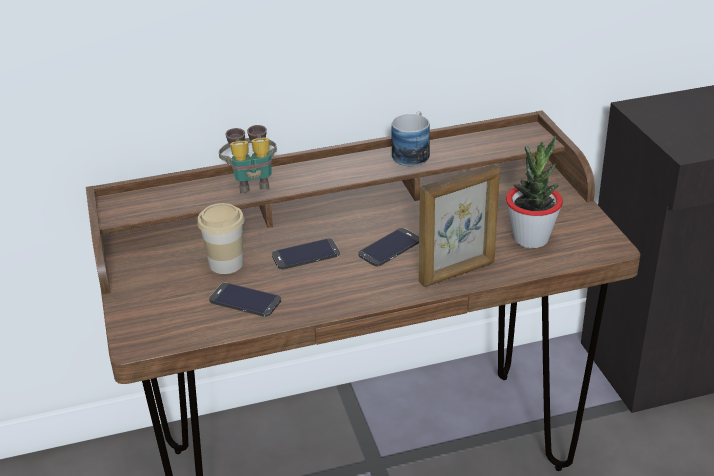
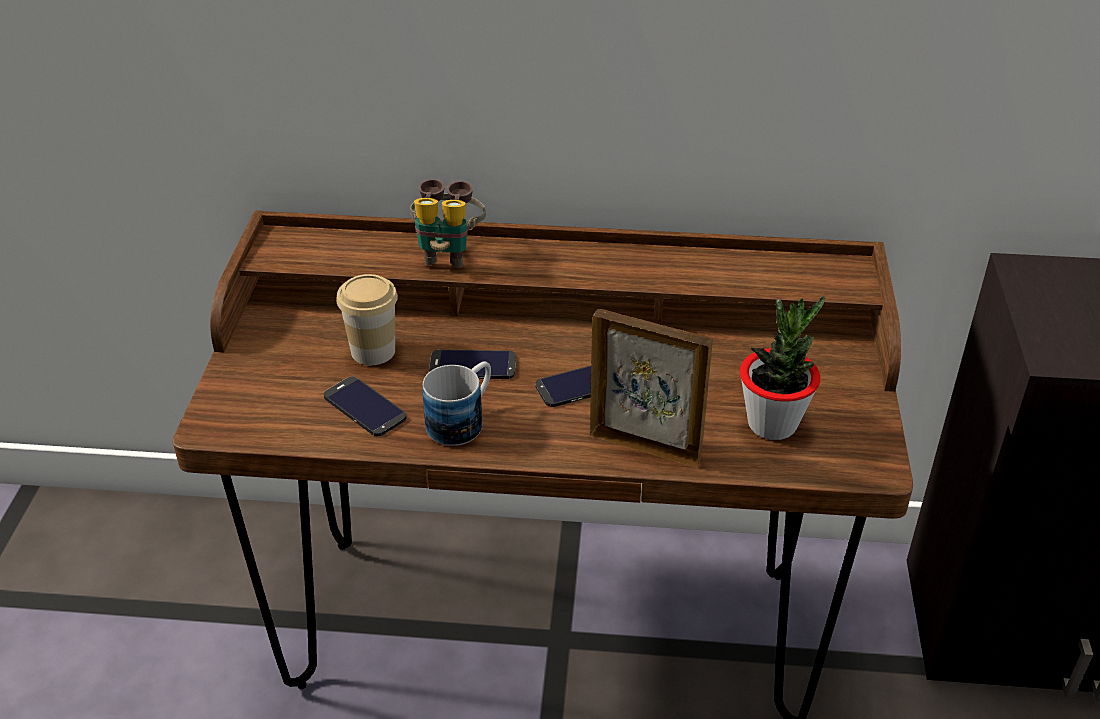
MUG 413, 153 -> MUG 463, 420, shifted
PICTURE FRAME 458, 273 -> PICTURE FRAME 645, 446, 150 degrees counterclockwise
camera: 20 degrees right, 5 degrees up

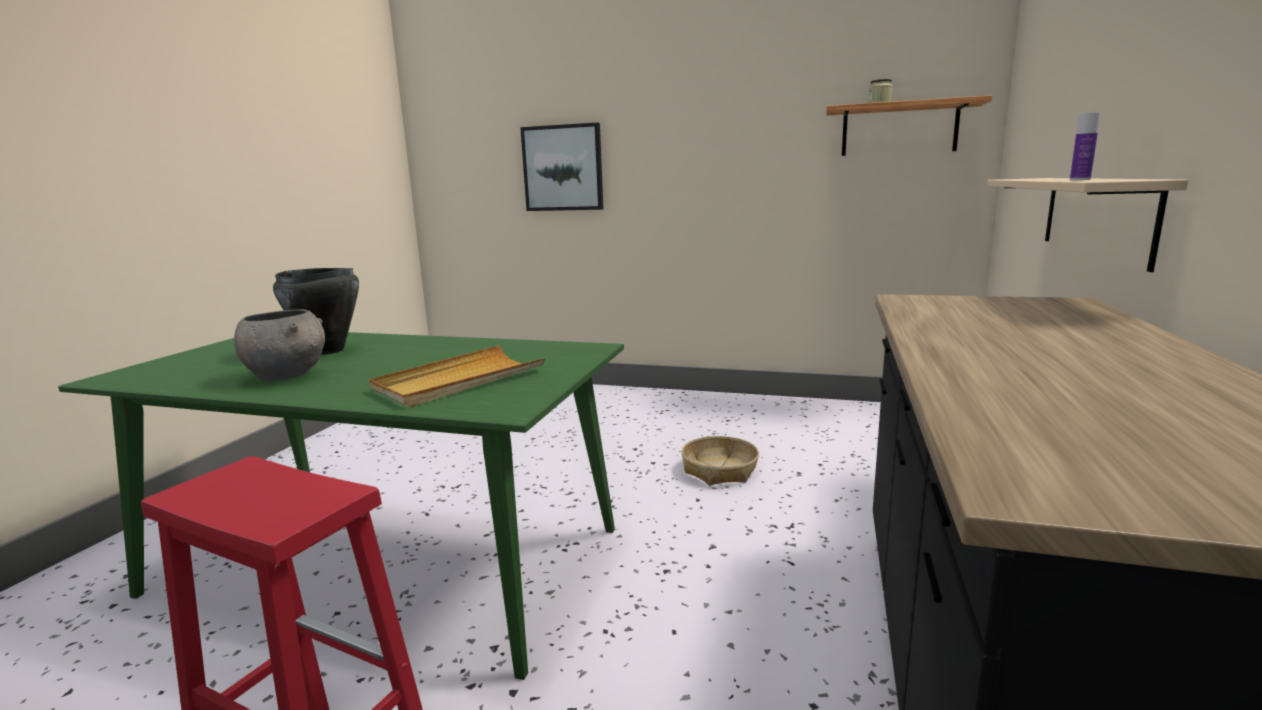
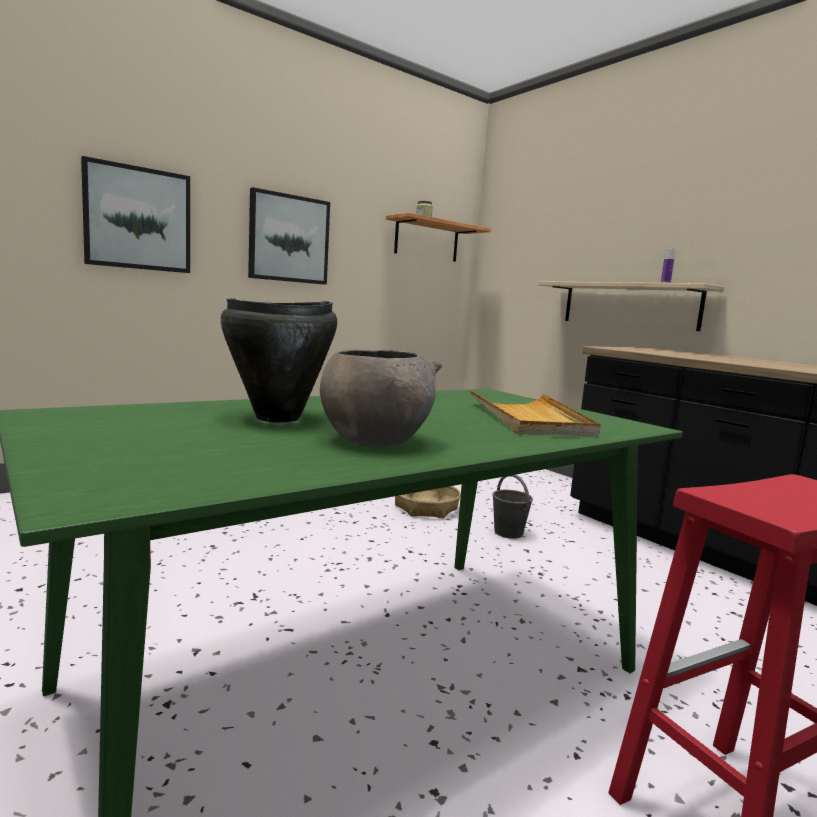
none -> PICTURE 288, 239
none -> GREY BUCKET 508, 532
camera: 55 degrees left, 5 degrees down

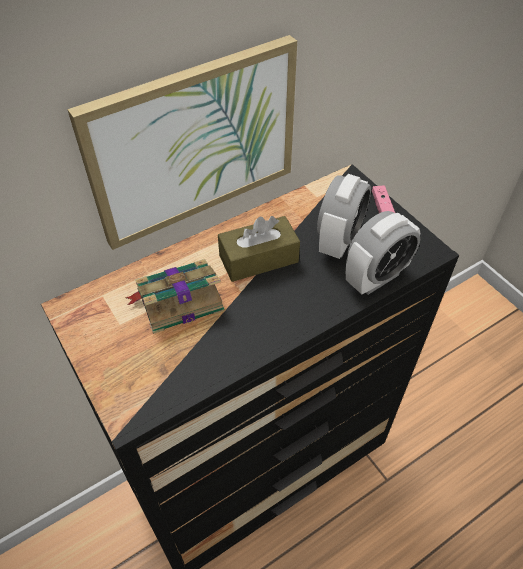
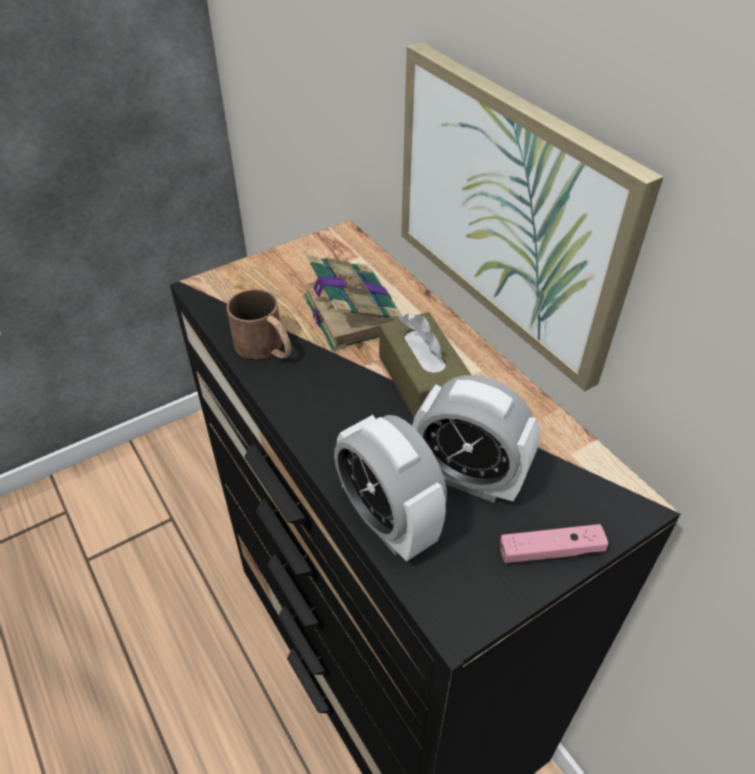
none -> BROWN MUG 266, 348
camera: 90 degrees right, 5 degrees down

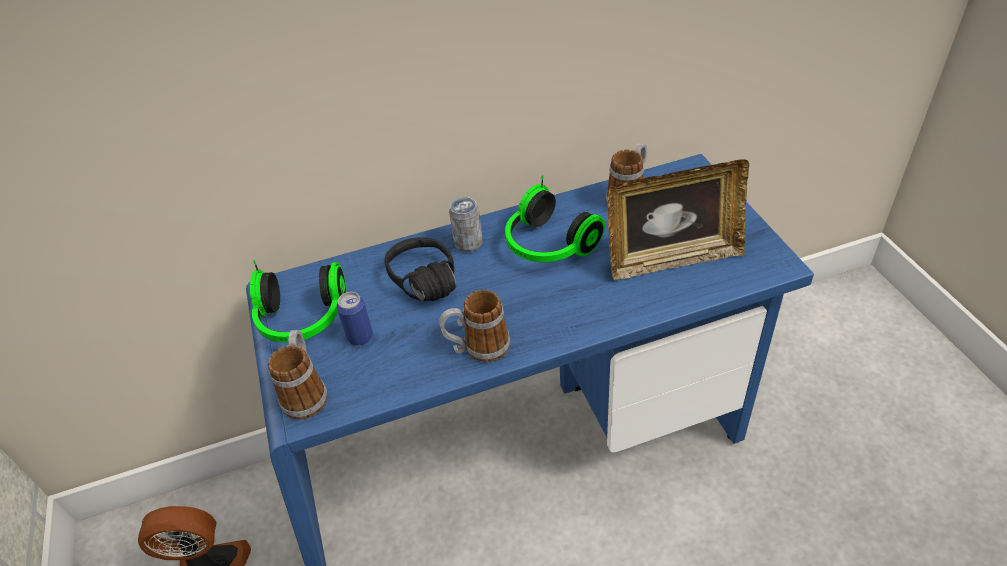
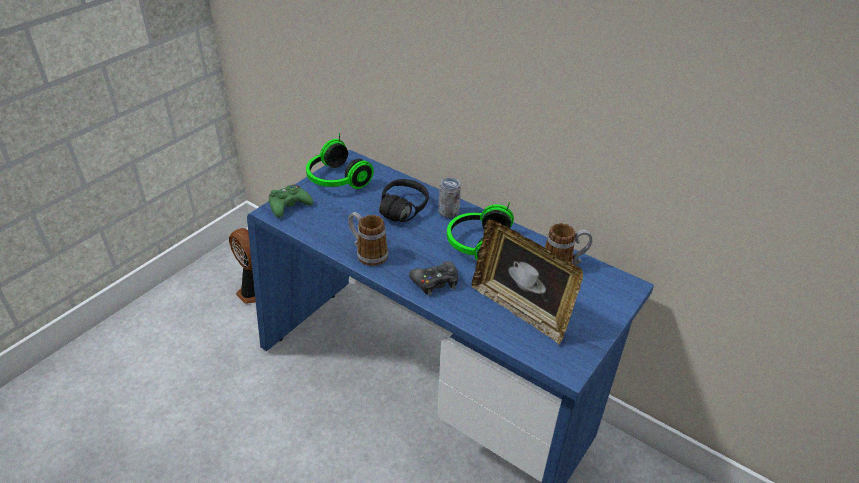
MUG 306, 392 -> GREEN GAME CONTROLLER 289, 205
CAN 360, 337 -> none
none -> BLACK GAME CONTROLLER 435, 282
camera: 50 degrees right, 5 degrees down

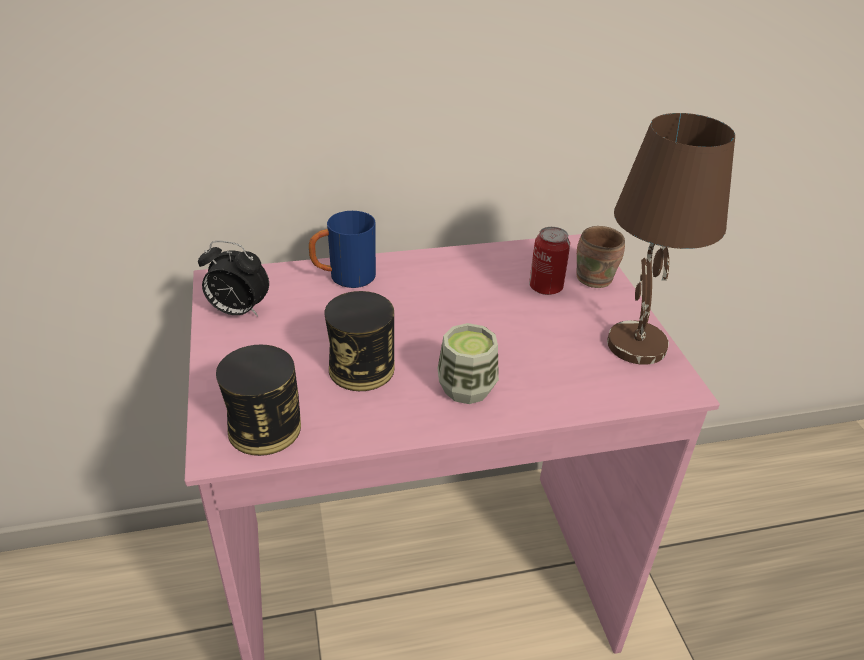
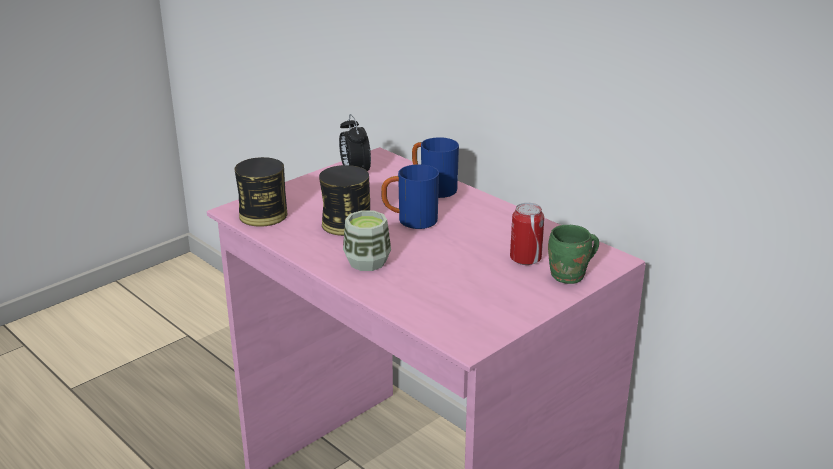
BROWN MUG 596, 278 -> GREEN MUG 570, 276
BROWN TABLE LAMP 635, 344 -> none
none -> BLUE MUG 410, 221
camera: 60 degrees right, 10 degrees down

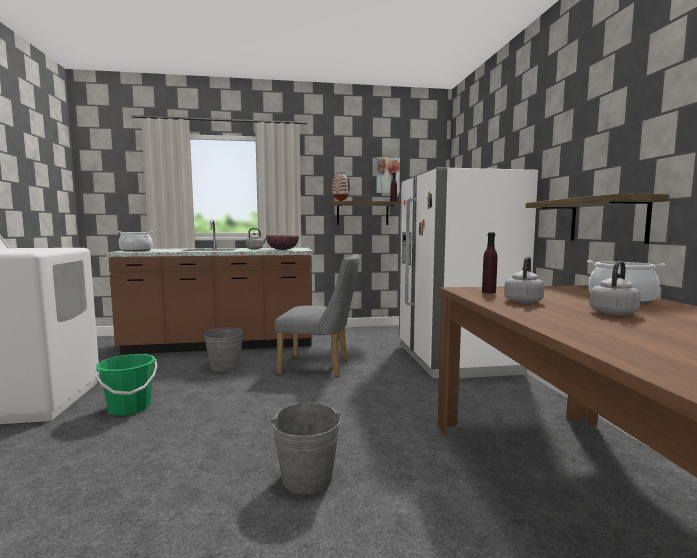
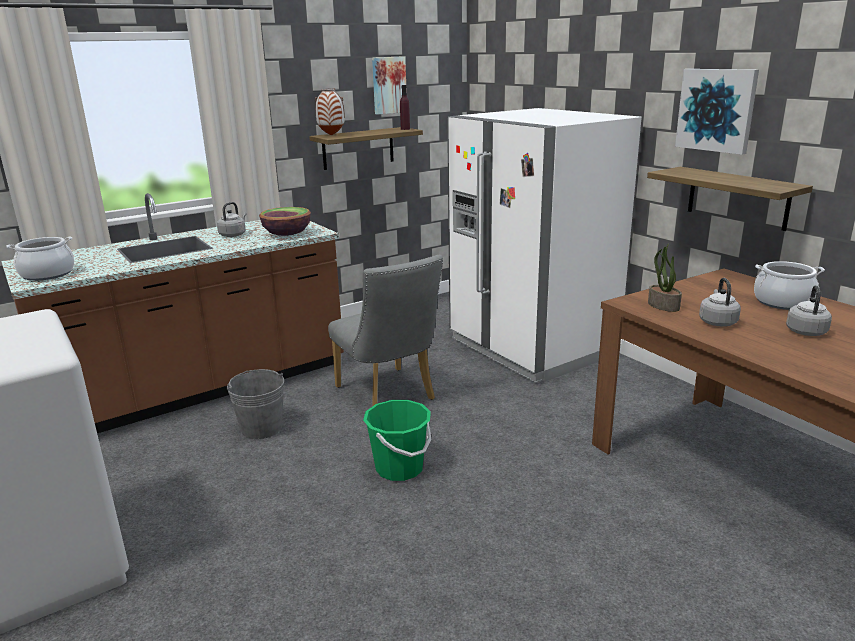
GREEN BUCKET 129, 408 -> GREEN BUCKET 399, 468, shifted
GREY BUCKET 307, 478 -> none
GREY CHAIR 320, 366 -> GREY CHAIR 389, 396, 75 degrees clockwise
PURPLE BOTTLE 488, 292 -> POTTED PLANT 662, 306
none -> PICTURE 716, 110
camera: 25 degrees left, 15 degrees up

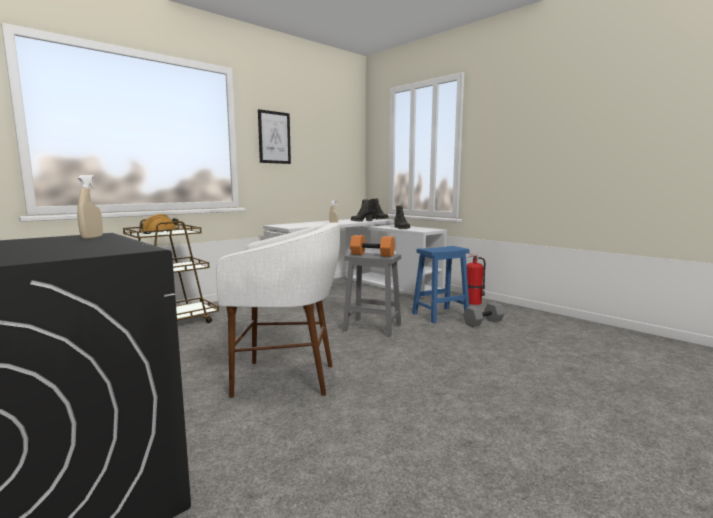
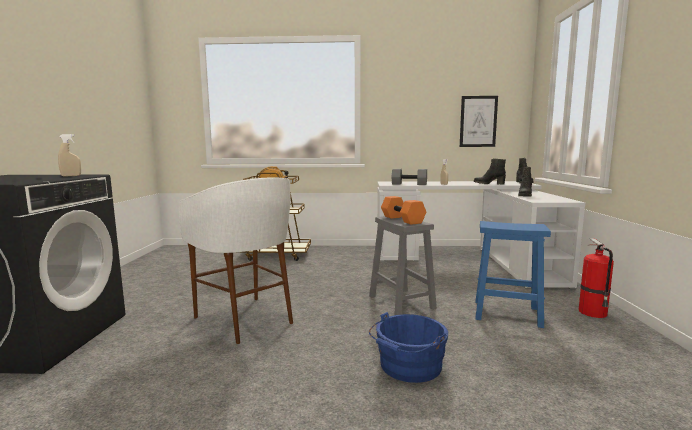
PICTURE 274, 137 -> PICTURE 478, 121, shifted
GREY DUMBBELL 483, 323 -> GREY DUMBBELL 408, 184, shifted
none -> BLUE BUCKET 408, 366
camera: 45 degrees right, 0 degrees up

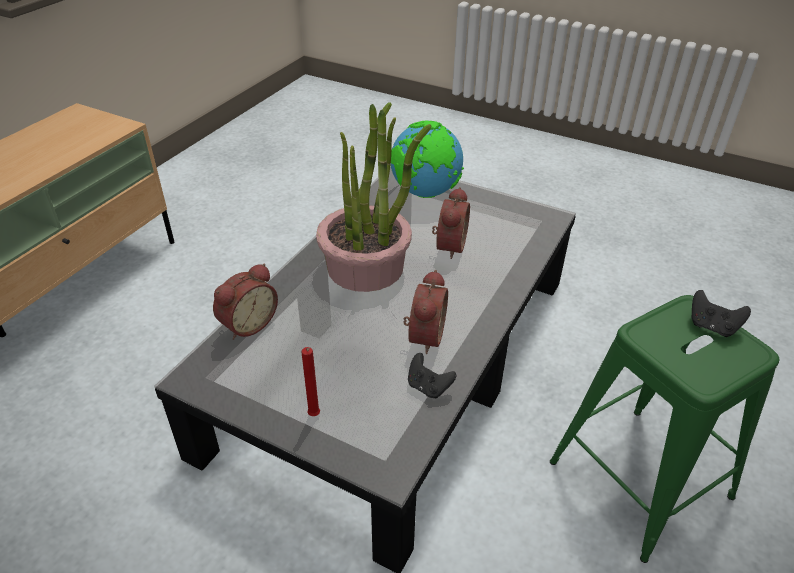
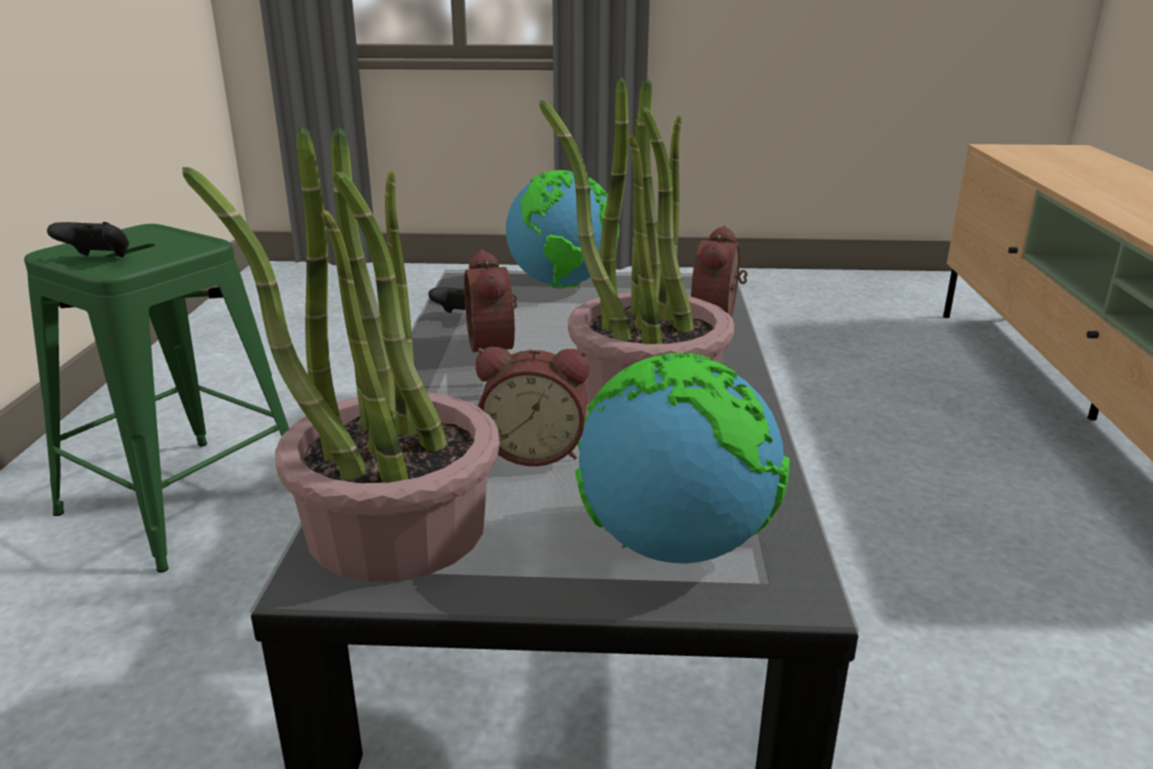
RED CANDLE 314, 416 -> GLOBE 563, 285
ALARM CLOCK 448, 246 -> ALARM CLOCK 535, 451, 75 degrees counterclockwise
none -> POTTED PLANT 394, 528
camera: 155 degrees right, 15 degrees down

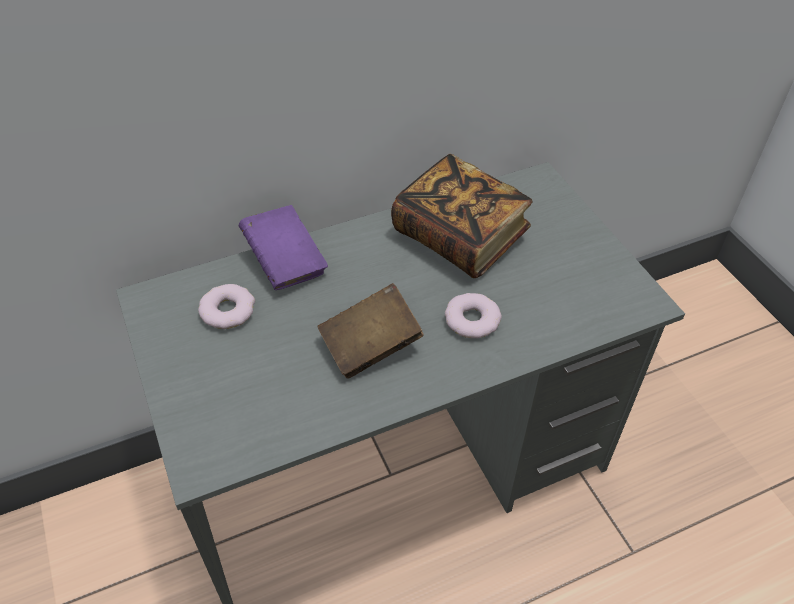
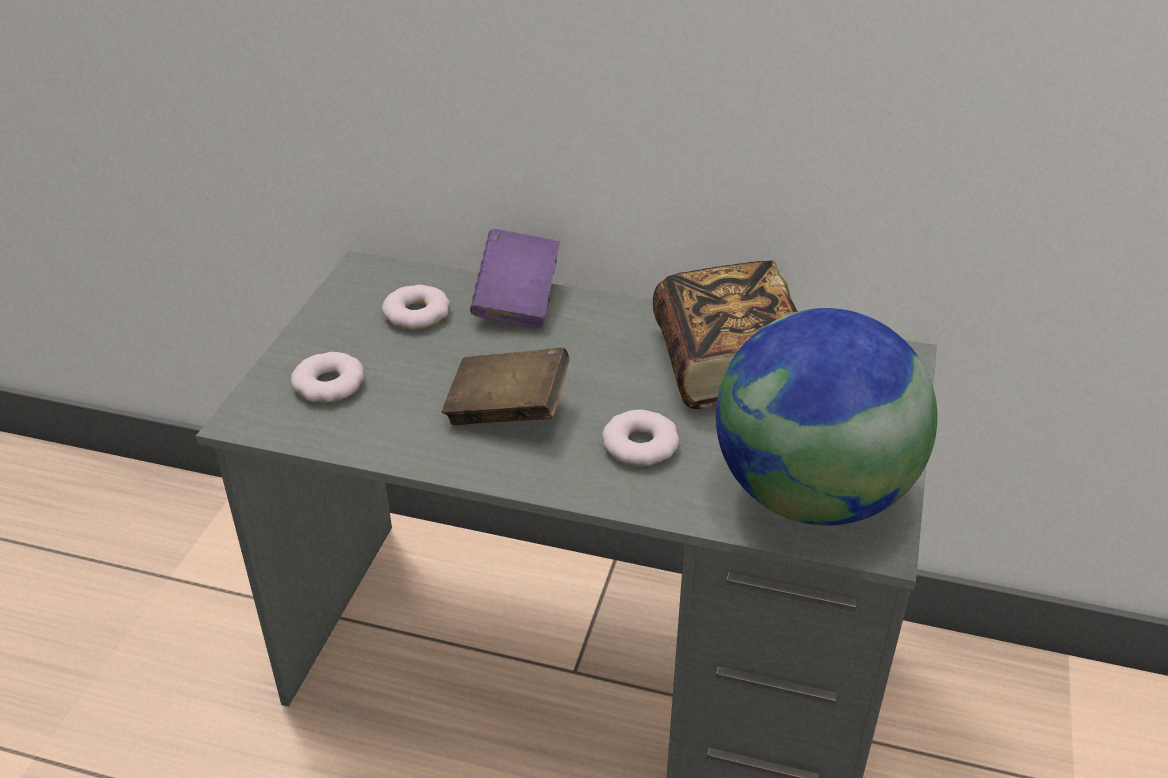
none -> DONUT 329, 384
none -> GLOBE 811, 495
camera: 40 degrees right, 10 degrees down

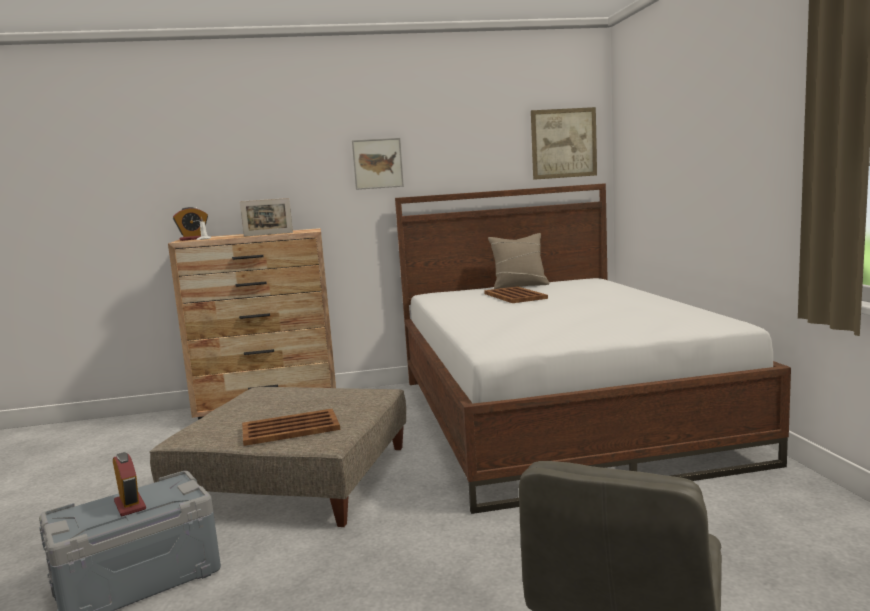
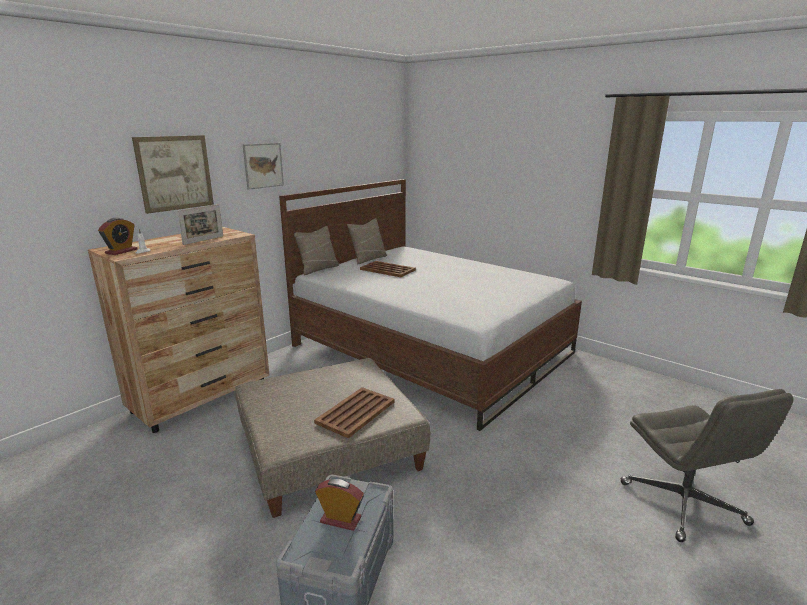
PICTURE 563, 143 -> PICTURE 175, 173, shifted
none -> BEIGE PILLOW 318, 269
camera: 40 degrees left, 10 degrees up

